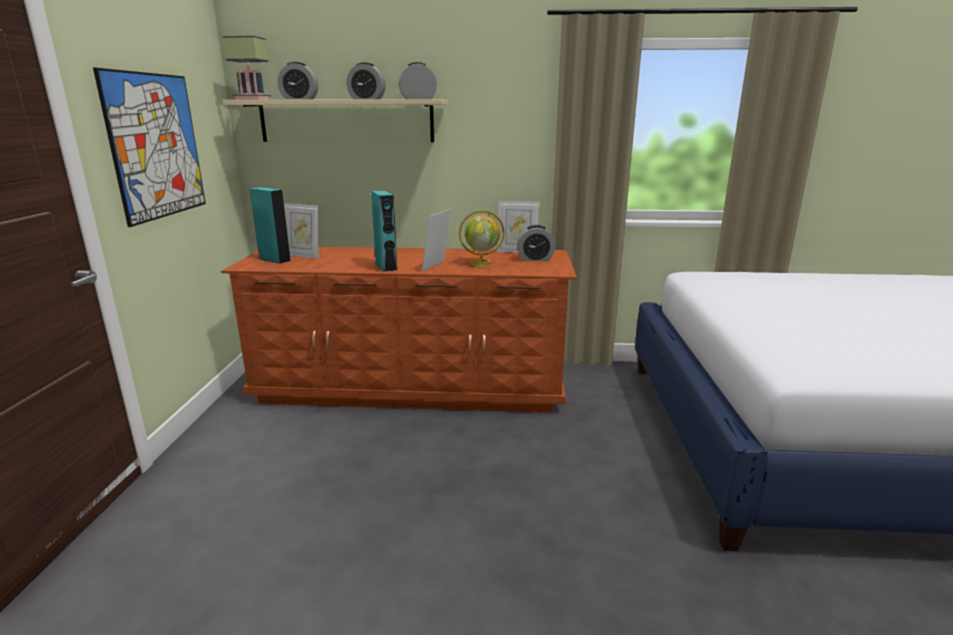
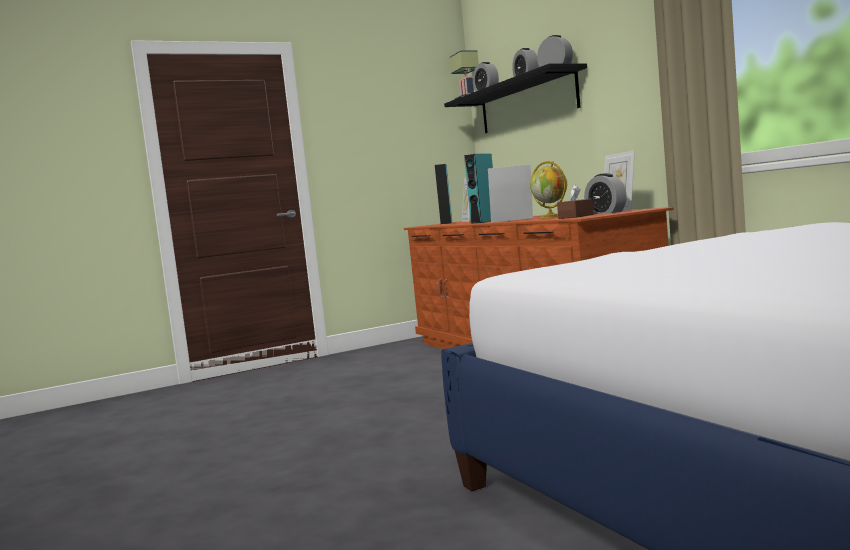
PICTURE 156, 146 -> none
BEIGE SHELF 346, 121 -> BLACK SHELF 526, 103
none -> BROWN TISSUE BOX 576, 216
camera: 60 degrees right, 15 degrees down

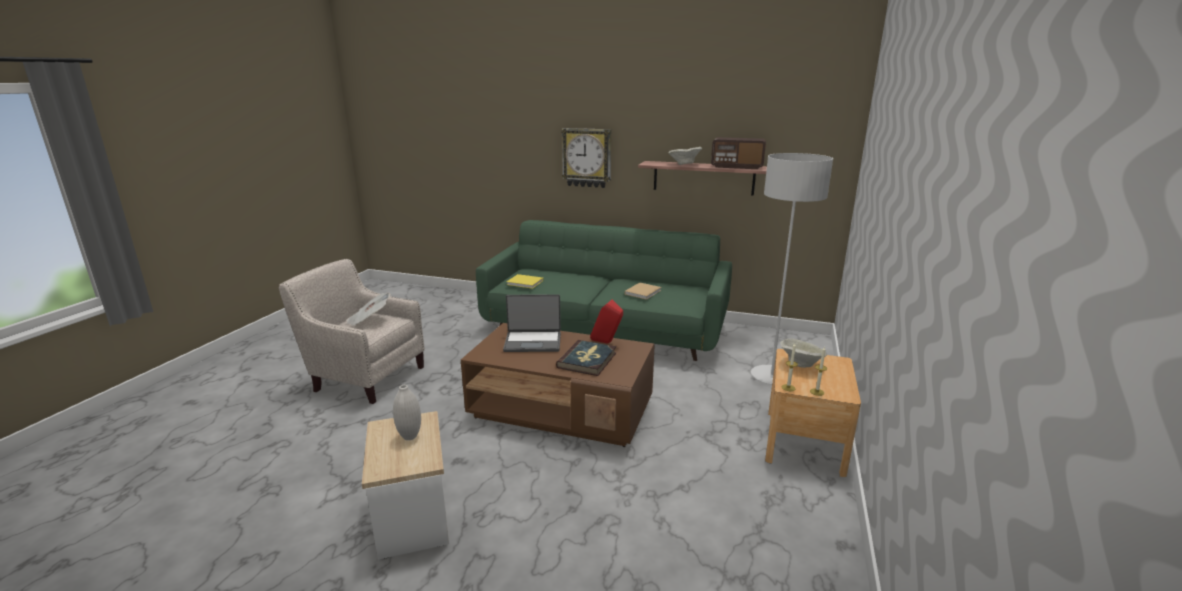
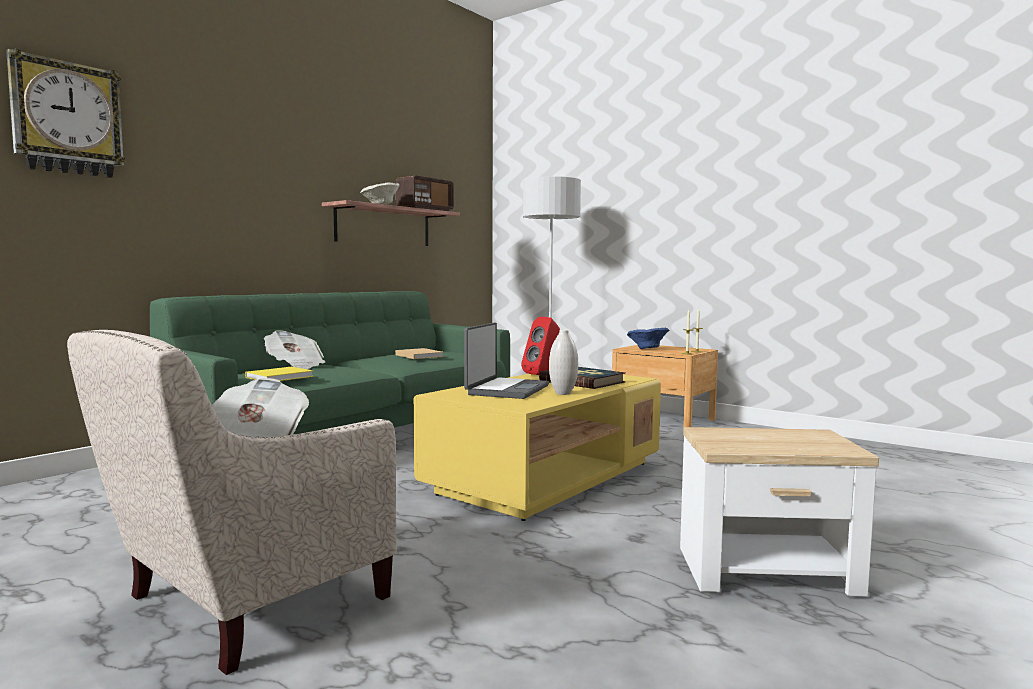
WHITE VASE 410, 436 -> WHITE VASE 563, 393, shifted
BROWN COFFEE TABLE 562, 410 -> YELLOW COFFEE TABLE 545, 477
WALL CLOCK 587, 157 -> WALL CLOCK 67, 118, shifted
BEIGE BOWL 800, 364 -> BLUE BOWL 647, 349
none -> NEWSPAPER 295, 366
camera: 70 degrees left, 15 degrees down

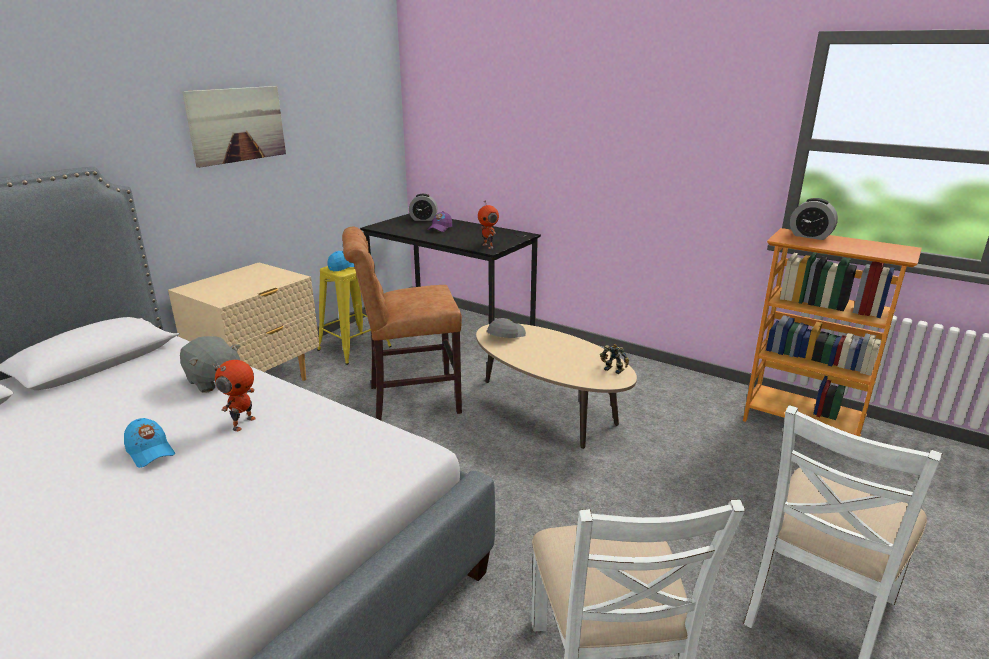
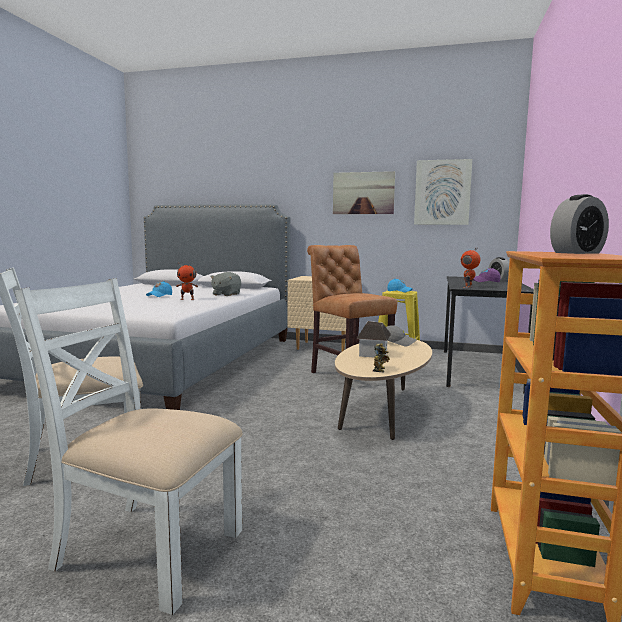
ALARM CLOCK 810, 236 -> ALARM CLOCK 577, 253, 135 degrees counterclockwise
none -> TOY HOUSE 373, 354
none -> PICTURE 442, 192
camera: 70 degrees right, 15 degrees down

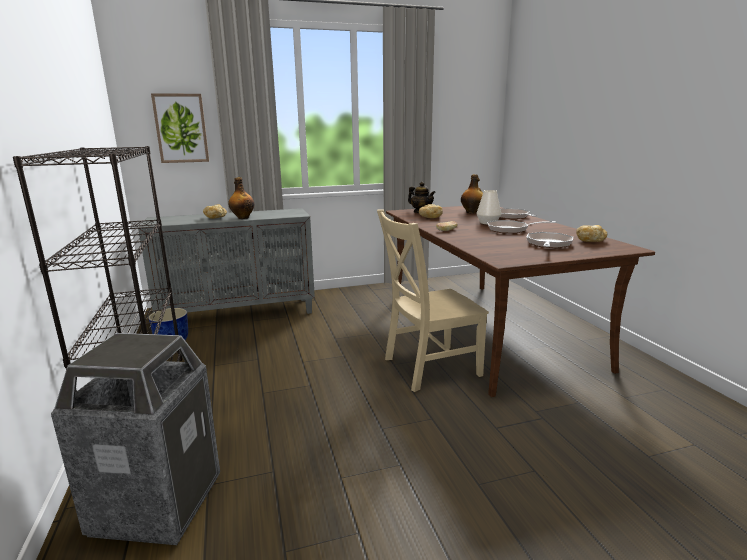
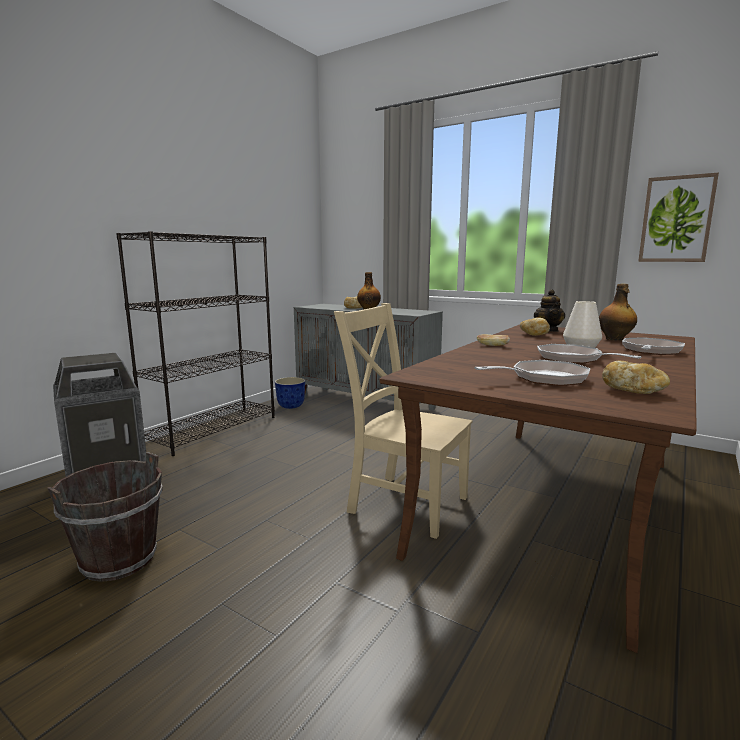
PICTURE 181, 128 -> PICTURE 676, 219, shifted
none -> BROWN BUCKET 119, 559
camera: 50 degrees right, 5 degrees down

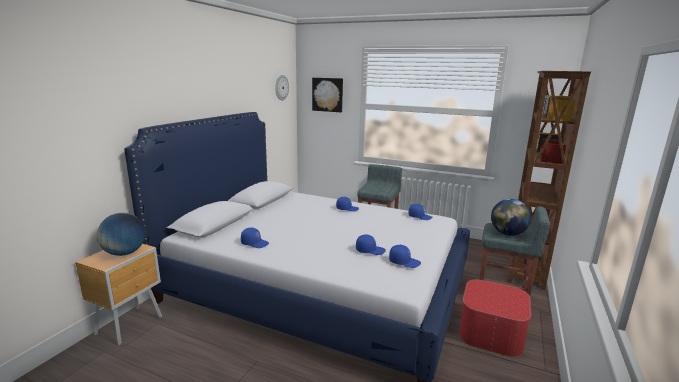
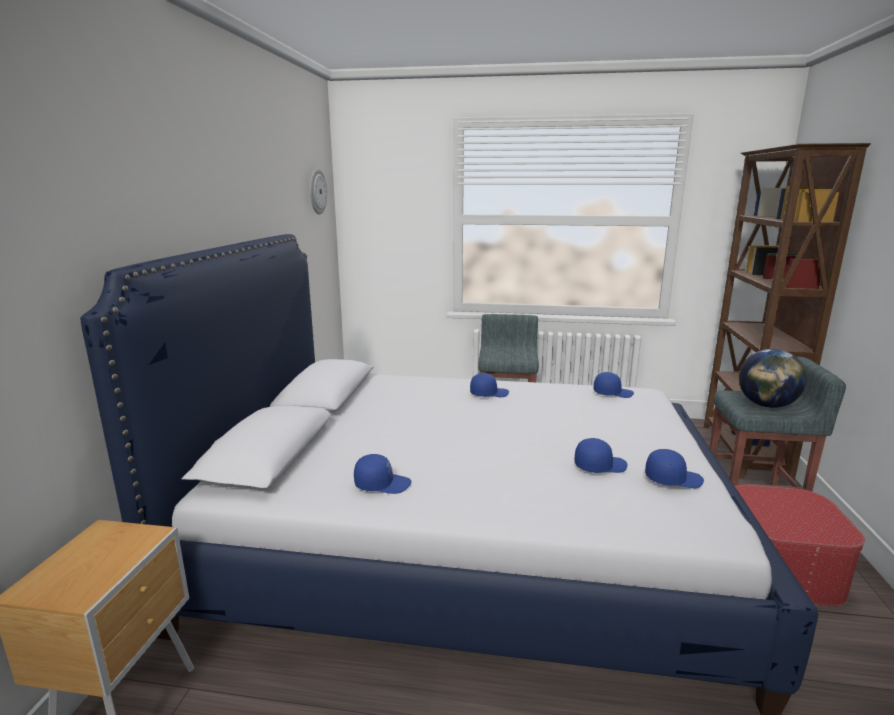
GLOBE 125, 253 -> none
PICTURE 328, 94 -> none
camera: 15 degrees left, 0 degrees up

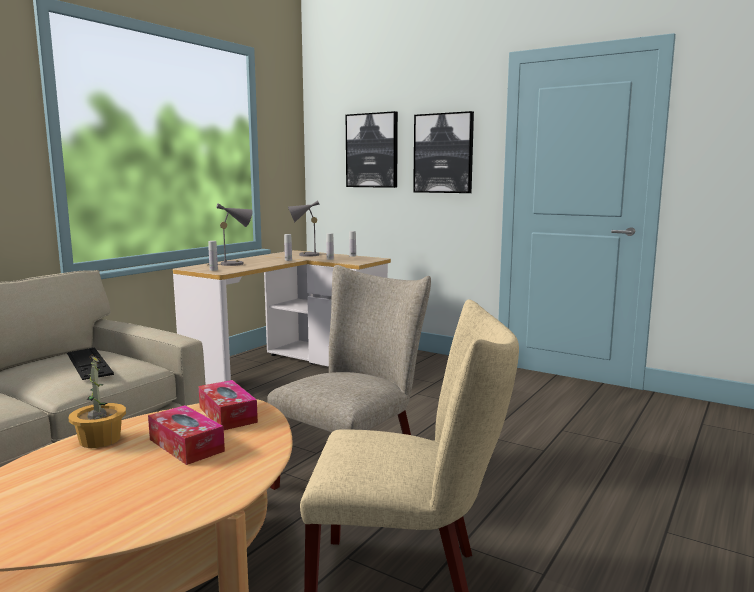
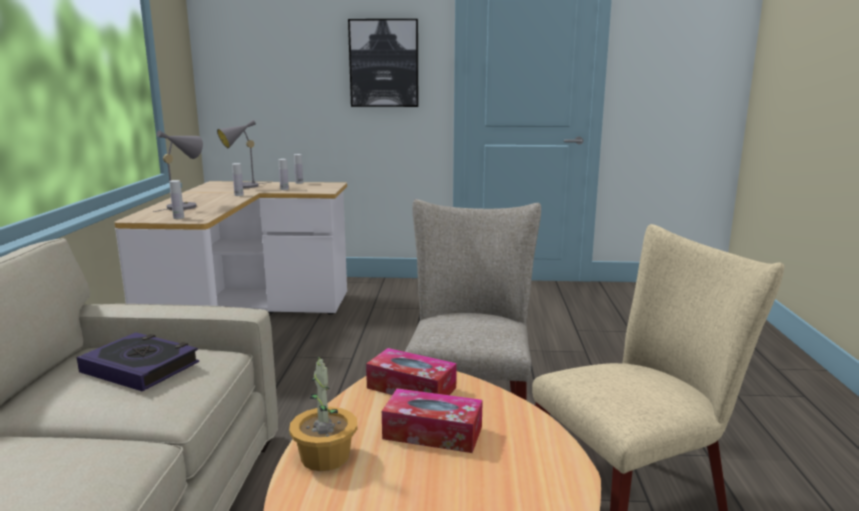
KEYBOARD 89, 363 -> BOOK 140, 367
PICTURE 372, 150 -> none
camera: 30 degrees left, 5 degrees up

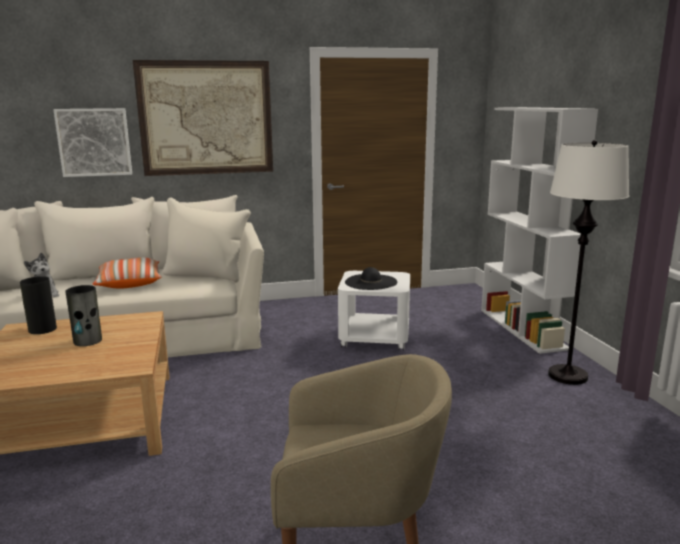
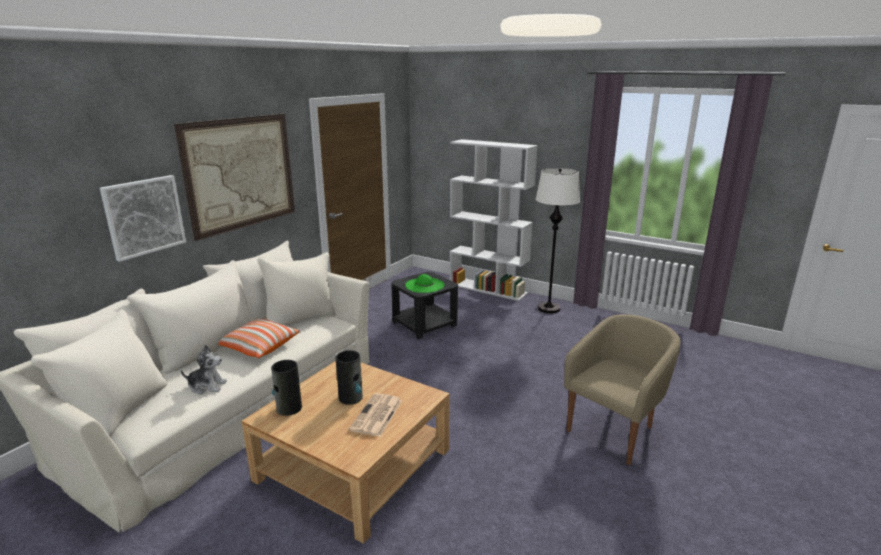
WHITE SIDE TABLE 374, 338 -> BLACK SIDE TABLE 425, 325
BLACK HAT 371, 282 -> GREEN HAT 425, 285
none -> NEWSPAPER 377, 416
camera: 45 degrees left, 5 degrees up

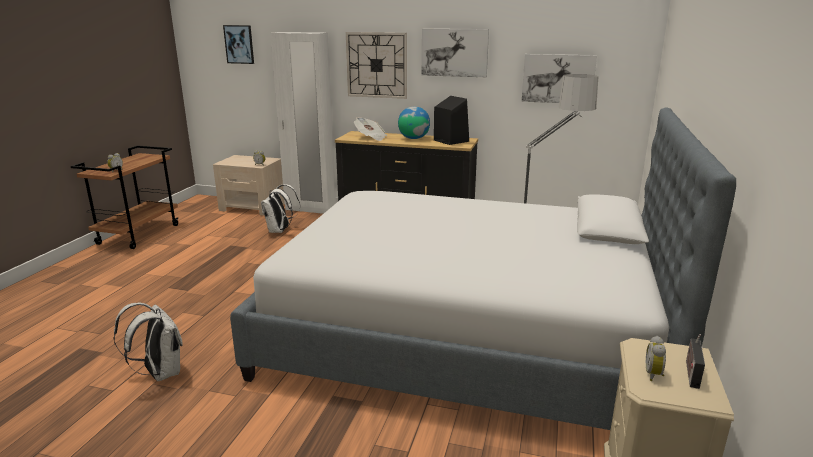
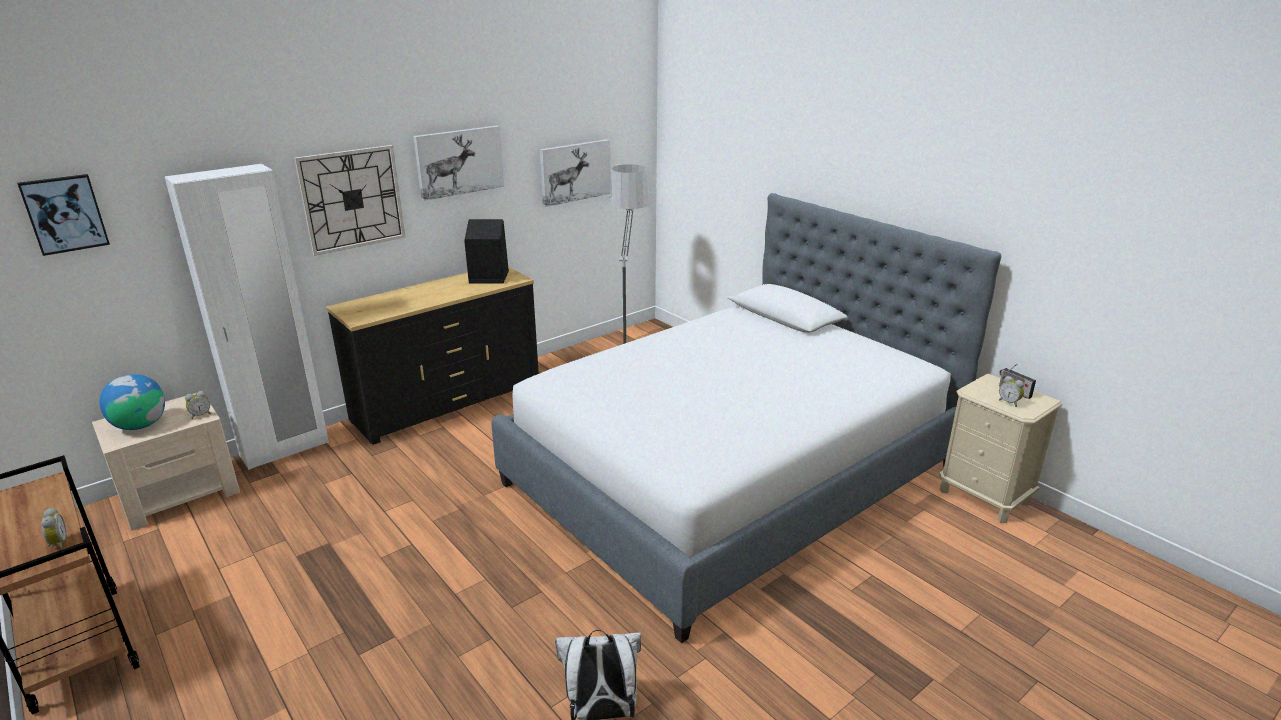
WHITE BACKPACK 280, 231 -> none
NEWSPAPER 370, 138 -> none
GLOBE 413, 138 -> GLOBE 140, 425, shifted
camera: 55 degrees left, 5 degrees up

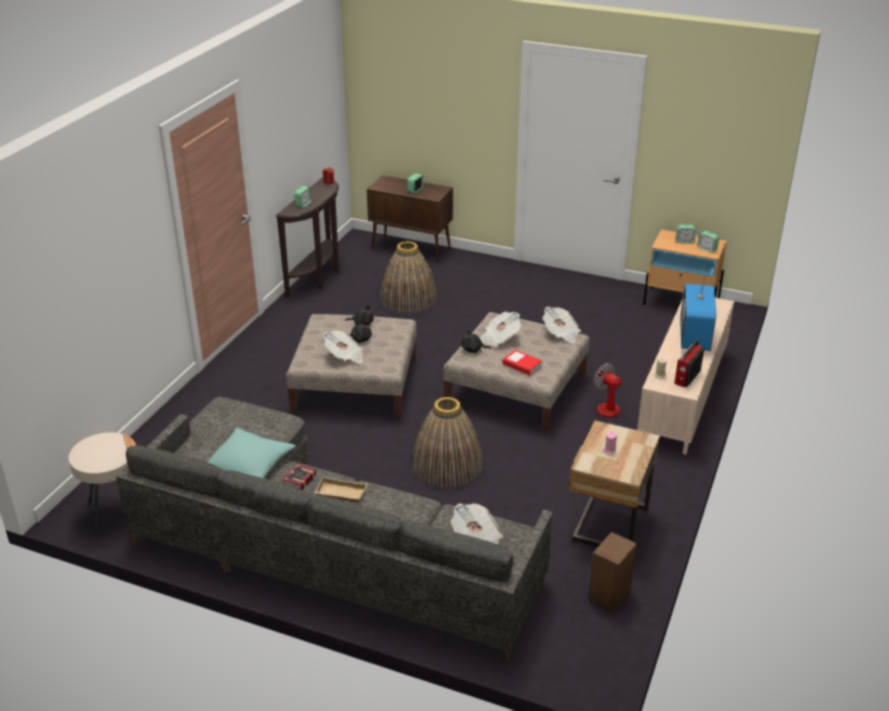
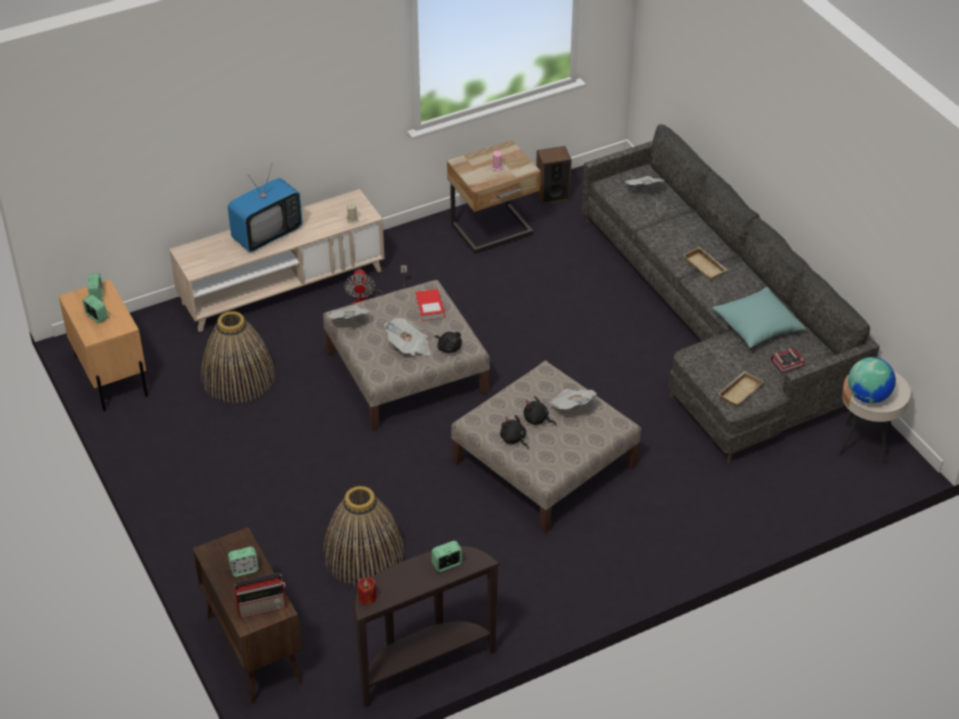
BOOK 298, 480 -> BOOK 789, 363, shifted
BASKET 447, 465 -> BASKET 238, 377, shifted
RADIO 686, 377 -> RADIO 262, 607, shifted
none -> BEIGE TRAY 739, 391
none -> GLOBE 868, 396
camera: 140 degrees left, 10 degrees up

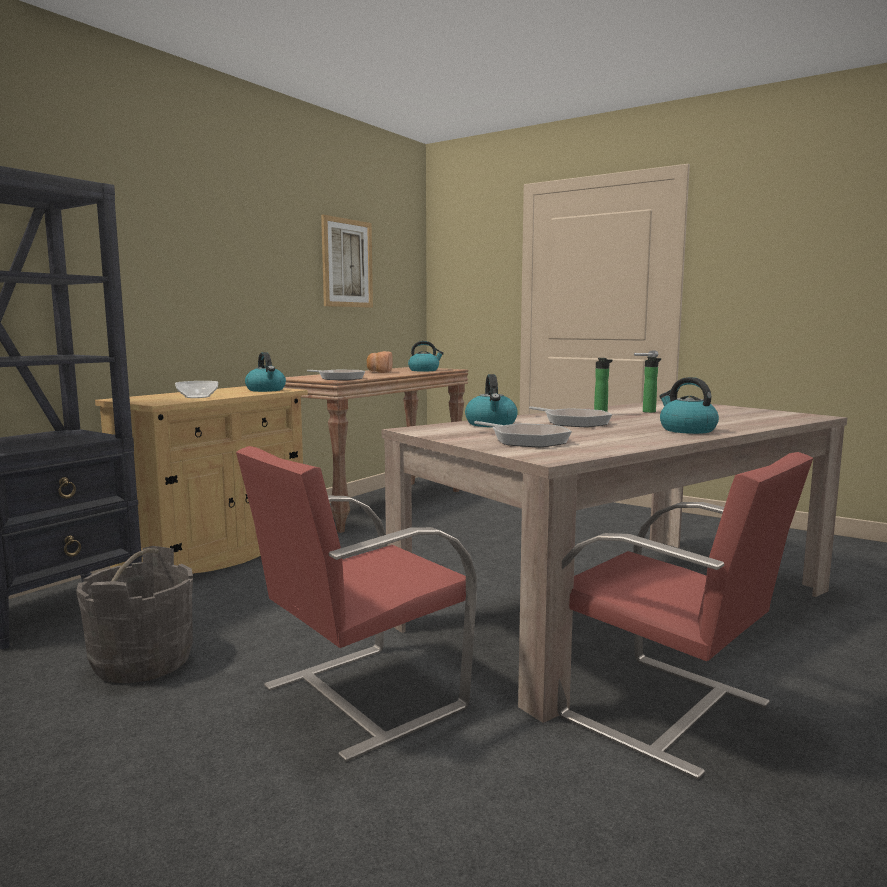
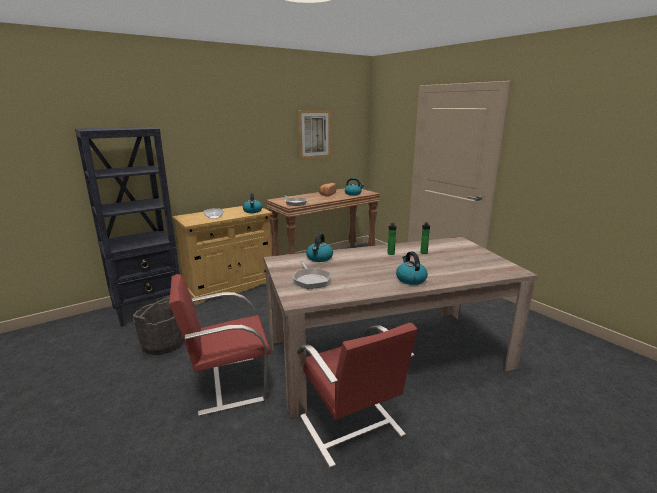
FRYING PAN 573, 422 -> none
camera: 20 degrees right, 10 degrees up

